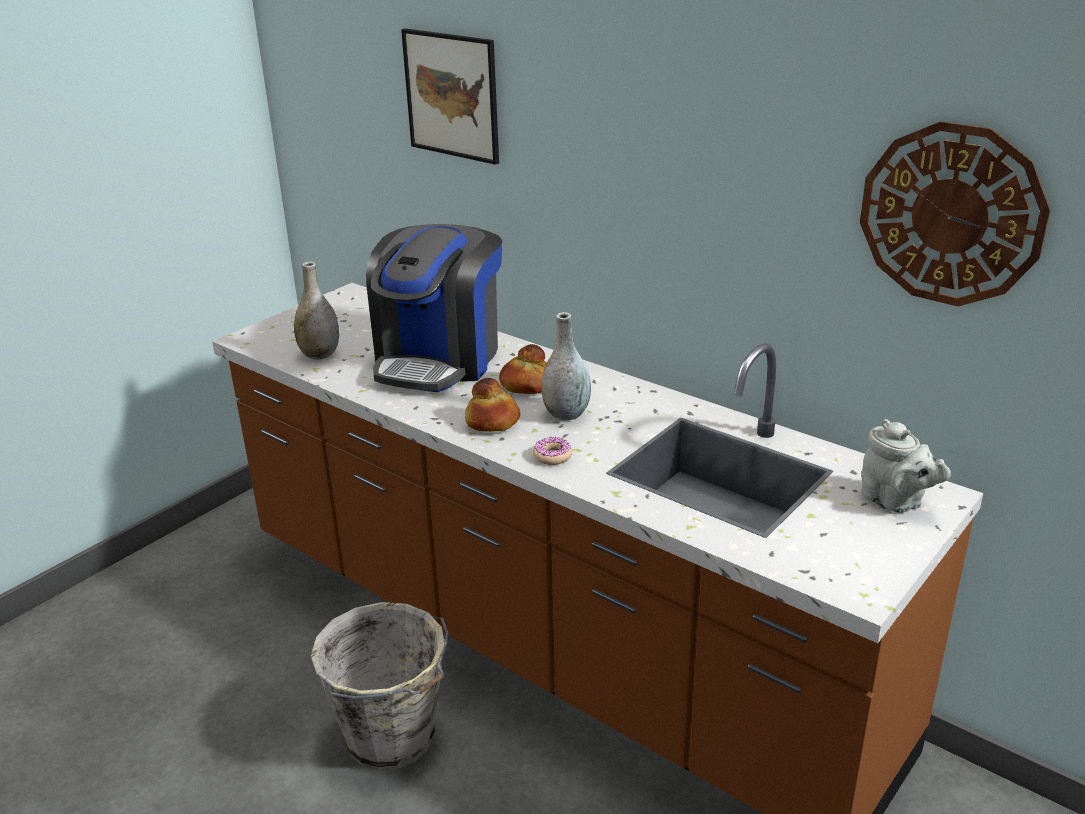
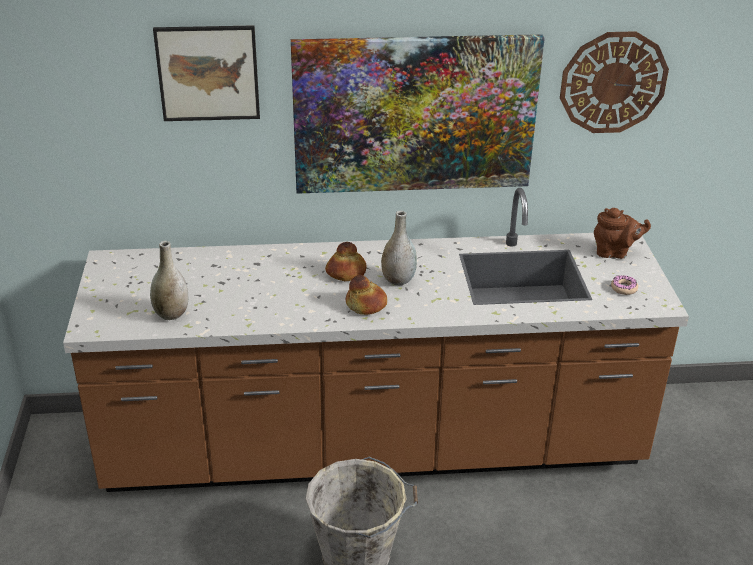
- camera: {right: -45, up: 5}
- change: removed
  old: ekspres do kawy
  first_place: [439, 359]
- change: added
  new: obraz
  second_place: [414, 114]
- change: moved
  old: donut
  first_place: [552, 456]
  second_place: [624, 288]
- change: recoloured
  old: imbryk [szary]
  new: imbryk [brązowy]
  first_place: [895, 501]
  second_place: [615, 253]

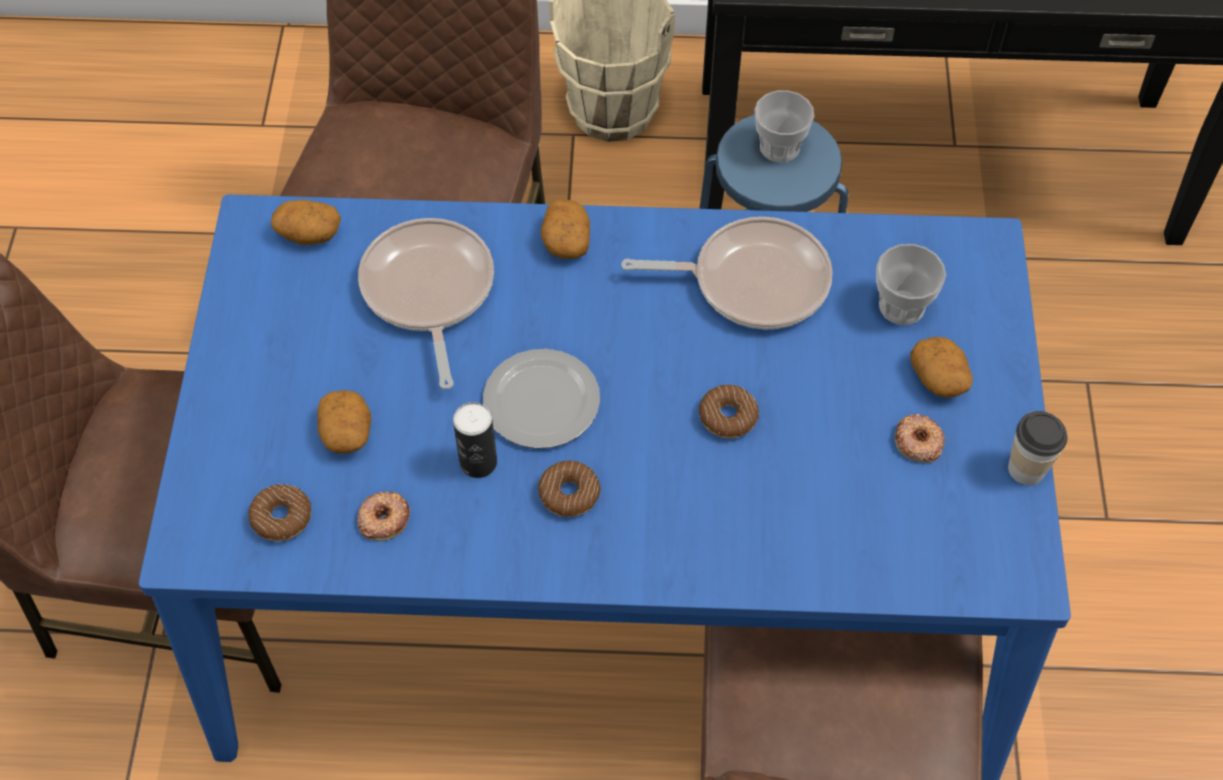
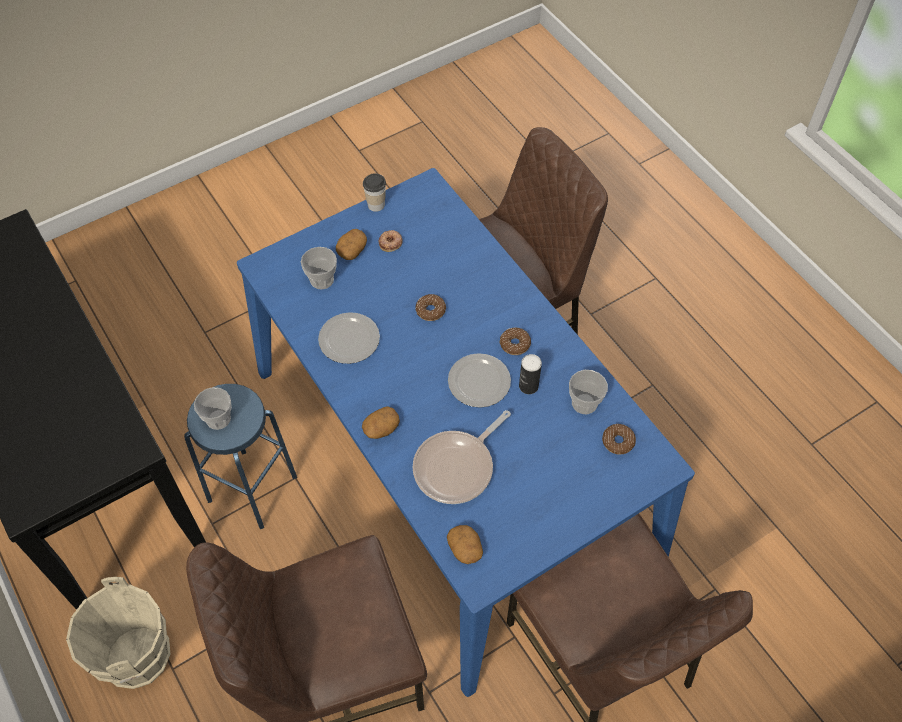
- camera: {right: -125, up: 0}
- change: removed
  old: ziemniak
  first_place: [347, 432]
- change: replaced
  old: donut
  new: filiżanka
  first_place: [383, 518]
  second_place: [584, 403]
- change: replaced
  old: patelnia
  new: talerz
  first_place: [752, 281]
  second_place: [348, 340]

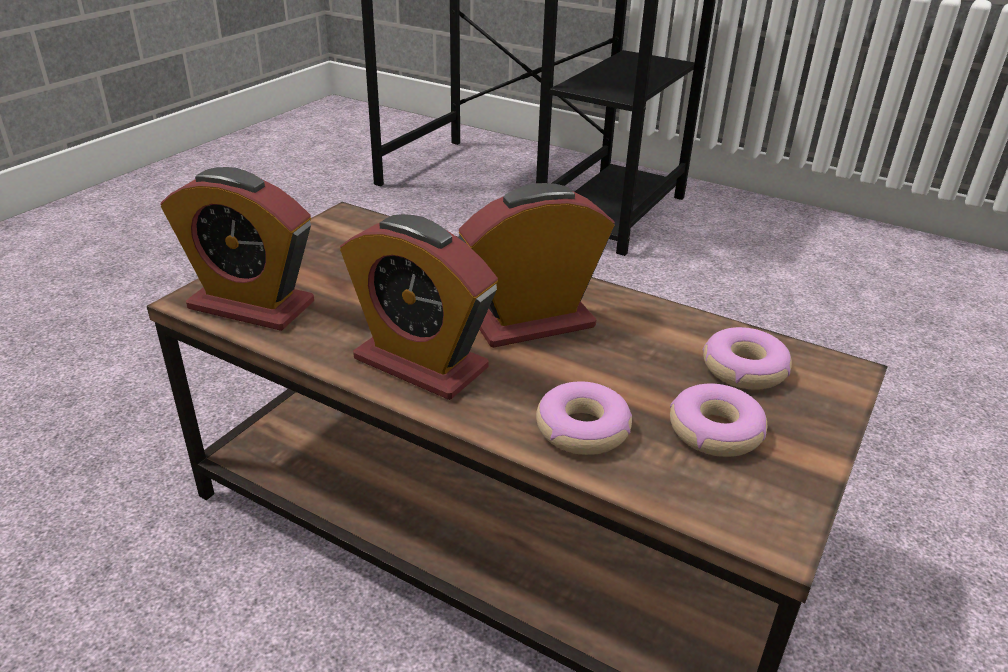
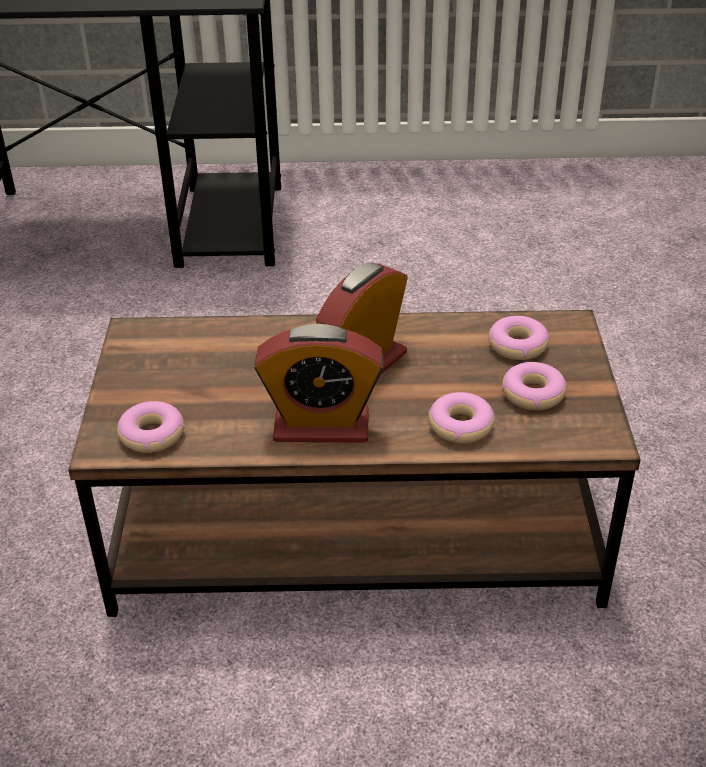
- camera: {right: -30, up: 5}
- change: replaced
  old: budzik
  new: donut
  first_place: [251, 305]
  second_place: [152, 435]

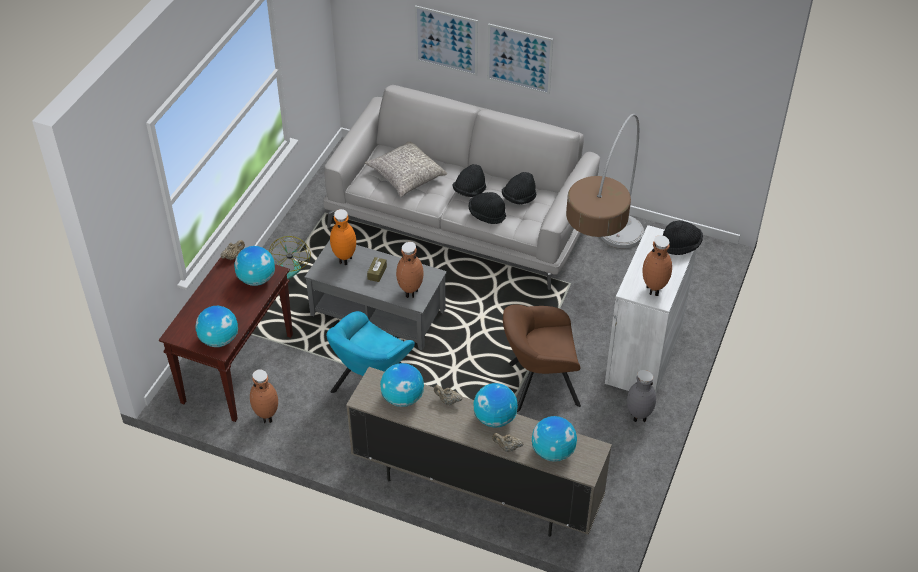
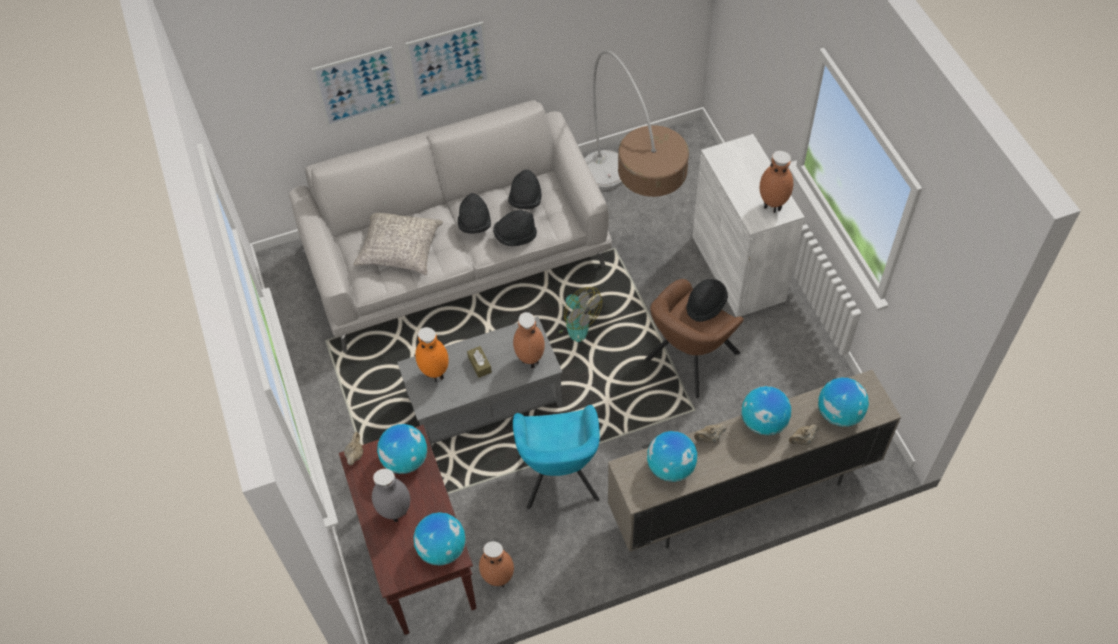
- camera: {right: -40, up: 10}
- change: moved
  old: wentylator
  first_place: [288, 266]
  second_place: [572, 322]
- change: moved
  old: wazon [szary]
  first_place: [638, 418]
  second_place: [396, 514]
- change: moved
  old: kapelusz [czarny]
  first_place: [680, 246]
  second_place: [706, 305]

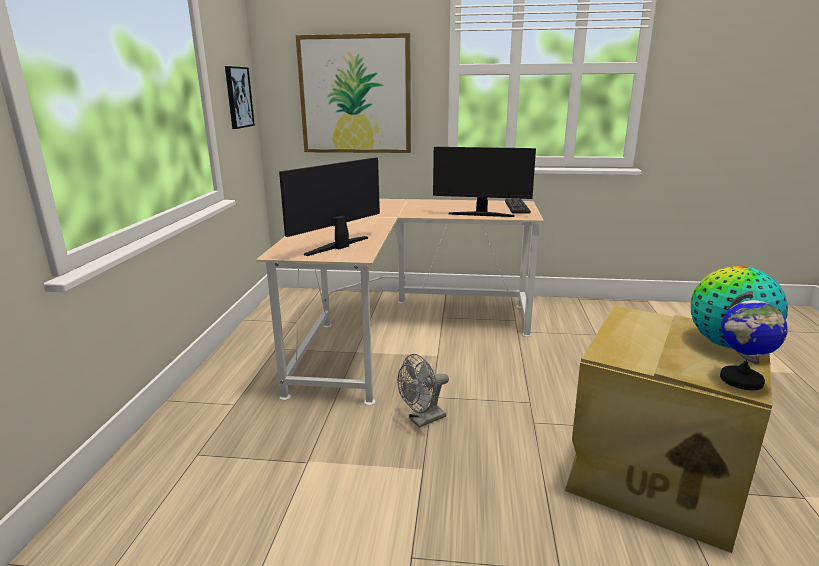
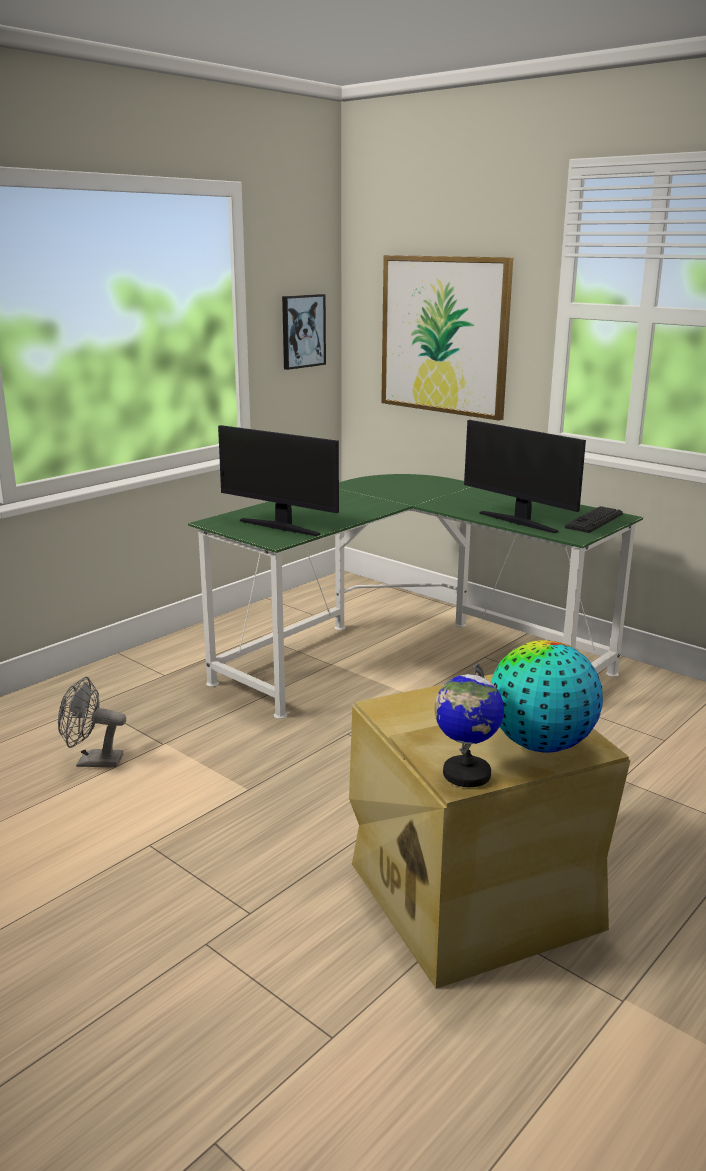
- camera: {right: 35, up: 0}
- change: moved
  old: wentylator [szary]
  first_place: [422, 420]
  second_place: [92, 762]
- change: recoloured
  old: biurko [beżowy]
  new: biurko [zielony]
  first_place: [400, 332]
  second_place: [408, 659]
- change: turned
  old: monitor
  first_place: [339, 246]
  second_place: [280, 527]
  degrees: -135

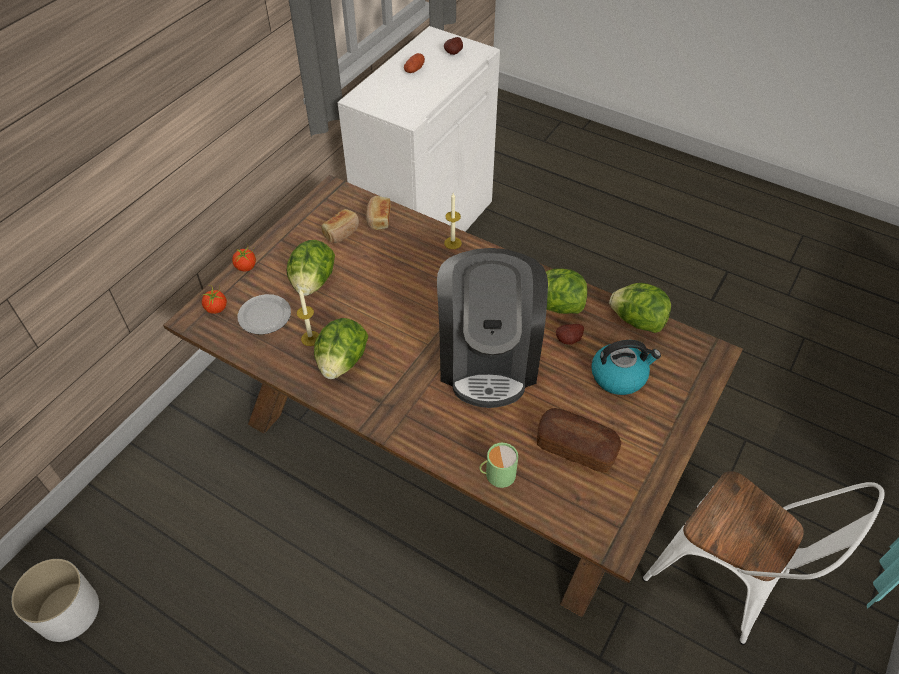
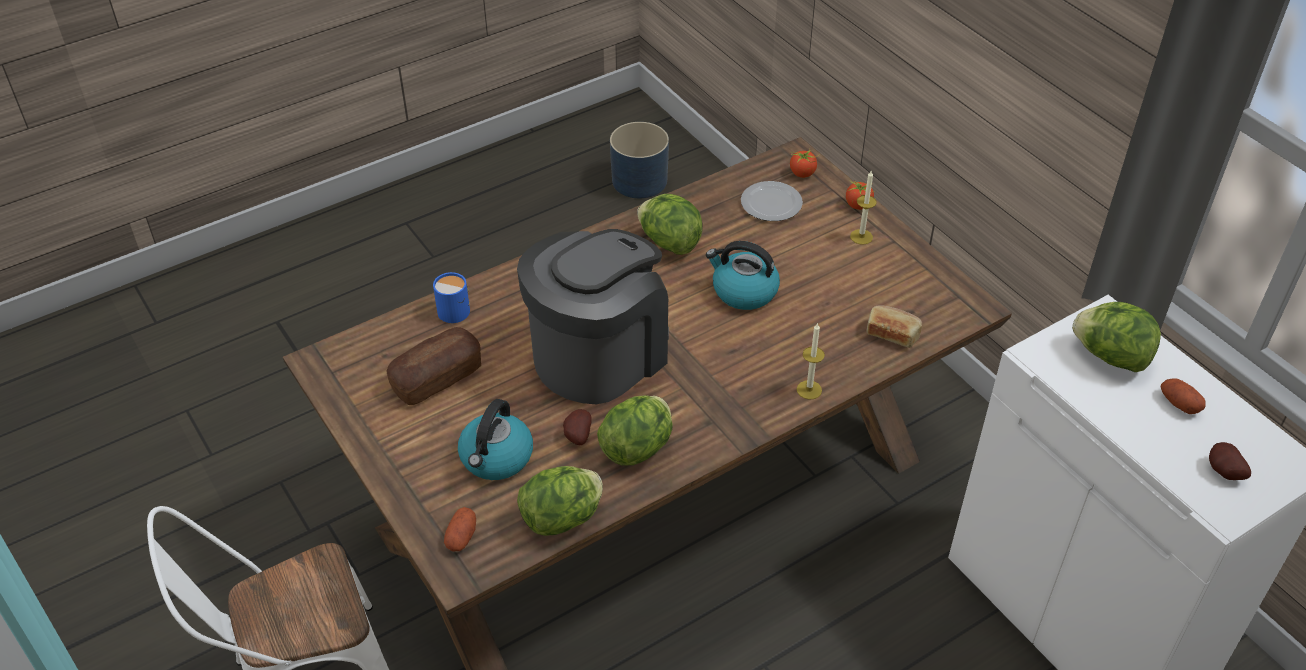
- camera: {right: 115, up: -5}
- change: removed
  old: chleb
  first_place: [342, 232]
- change: added
  new: ziemniak
  second_place: [461, 537]
- change: added
  new: czajnik
  second_place: [743, 291]
- change: moved
  old: sałata
  first_place: [313, 283]
  second_place: [1110, 356]
- change: moved
  old: świeca
  first_place: [310, 338]
  second_place: [861, 237]
- change: recoloured
  old: donica [biały]
  new: donica [niebieski]
  first_place: [68, 611]
  second_place: [640, 181]
- change: recoloured
  old: kubek [zielony]
  new: kubek [niebieski]
  first_place: [497, 474]
  second_place: [455, 309]
- change: turned
  old: ekspres do kawy
  first_place: [488, 358]
  second_place: [599, 354]
  degrees: 105

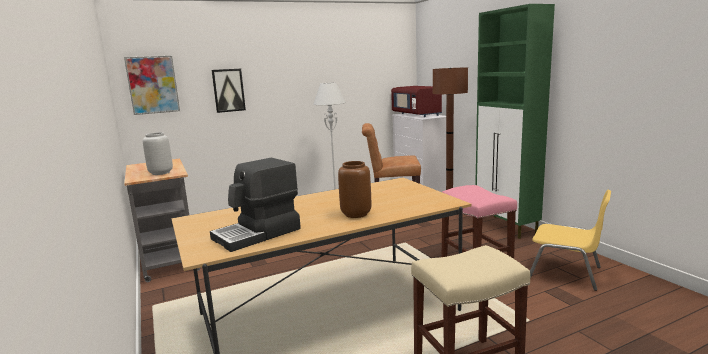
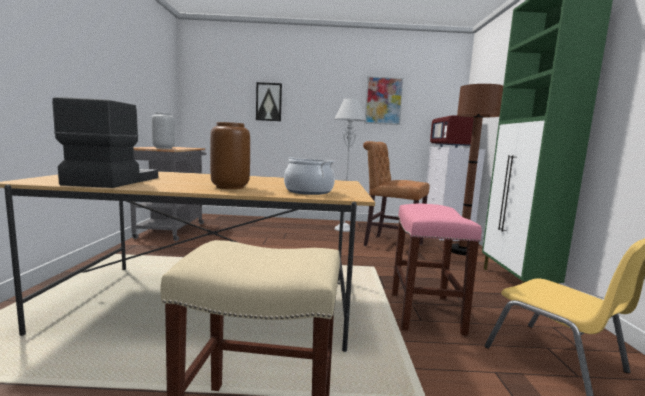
- camera: {right: 25, up: -5}
- change: added
  new: garnek
  second_place: [308, 191]
- change: moved
  old: obraz
  first_place: [153, 85]
  second_place: [383, 101]
- change: turned
  old: ekspres do kawy
  first_place: [258, 234]
  second_place: [112, 181]
  degrees: 105

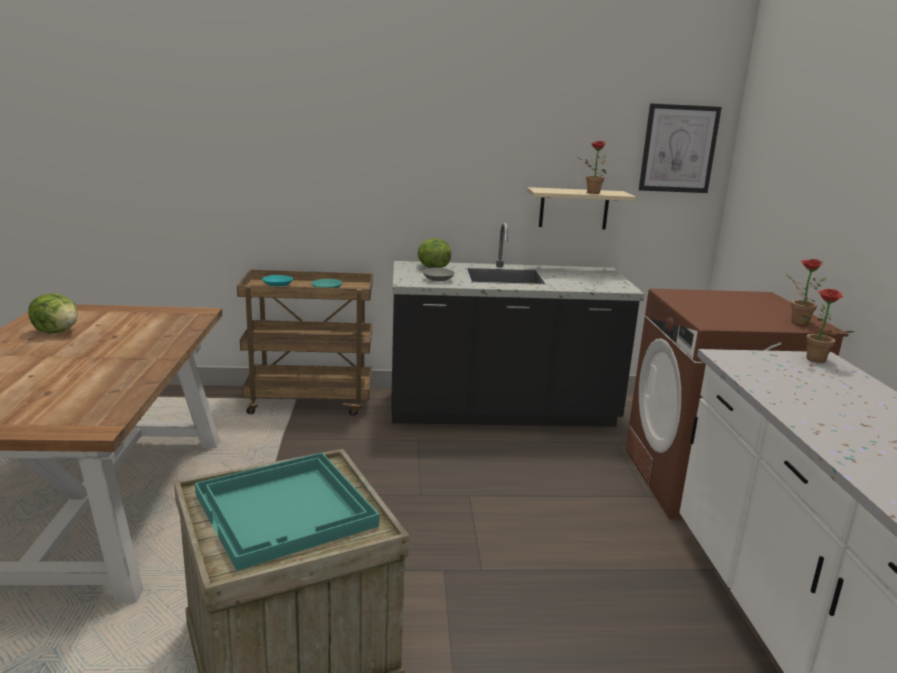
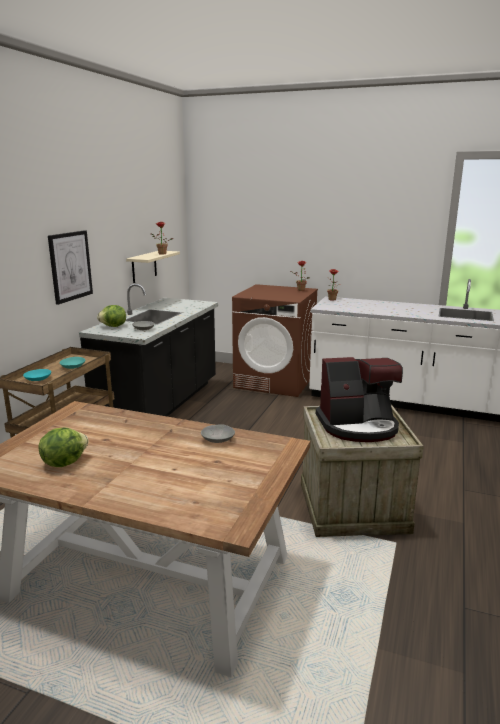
- camera: {right: -65, up: 0}
- change: added
  new: miska [szary]
  second_place: [218, 439]
- change: moved
  old: obraz
  first_place: [678, 149]
  second_place: [70, 266]
- change: replaced
  old: taca [turkusowy]
  new: ekspres do kawy
  first_place: [287, 510]
  second_place: [358, 426]

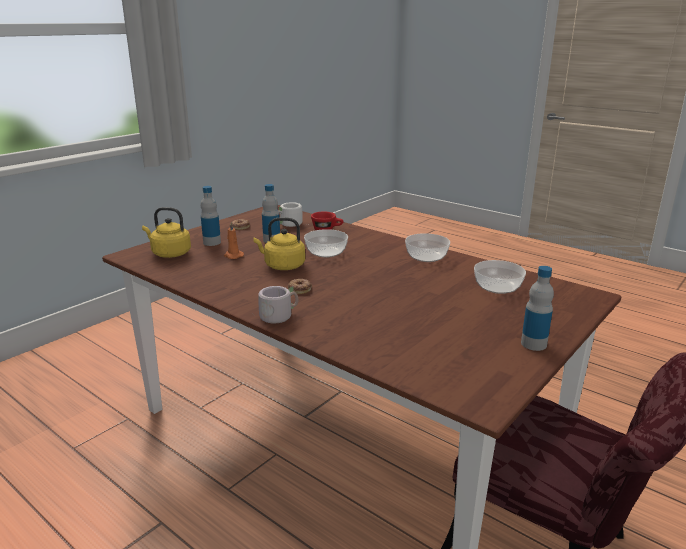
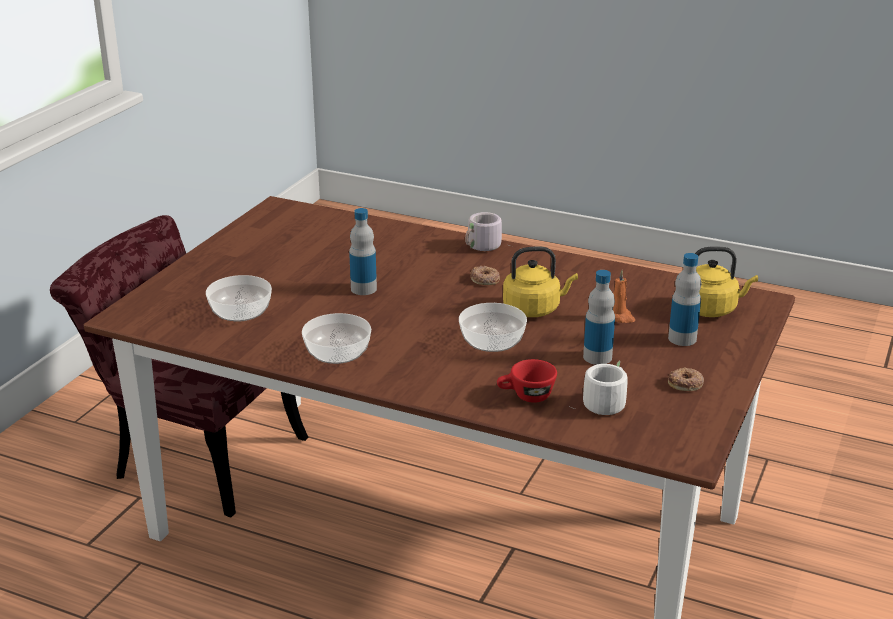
- camera: {right: 165, up: 5}
- change: moved
  old: butelka
  first_place: [533, 344]
  second_place: [363, 289]

